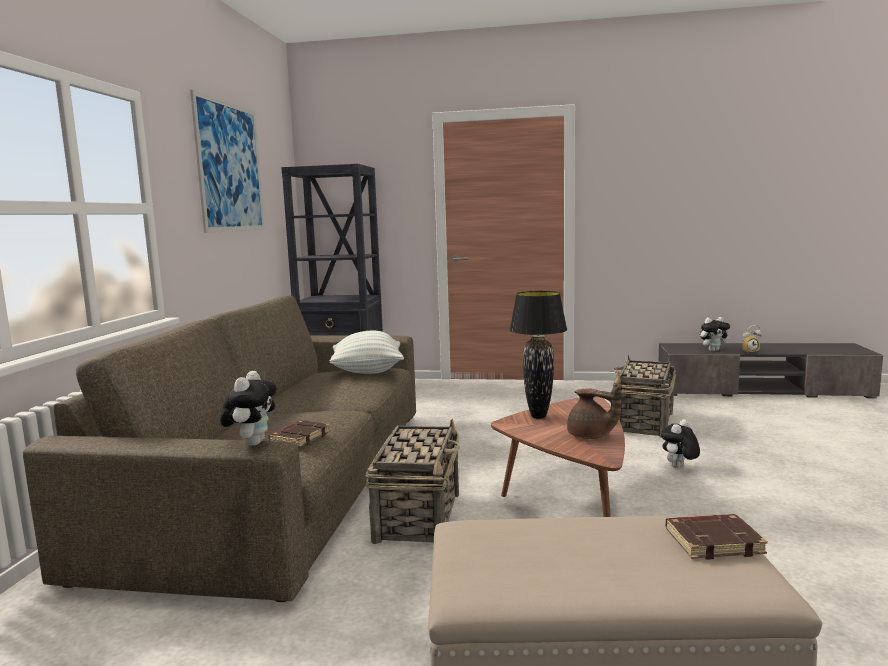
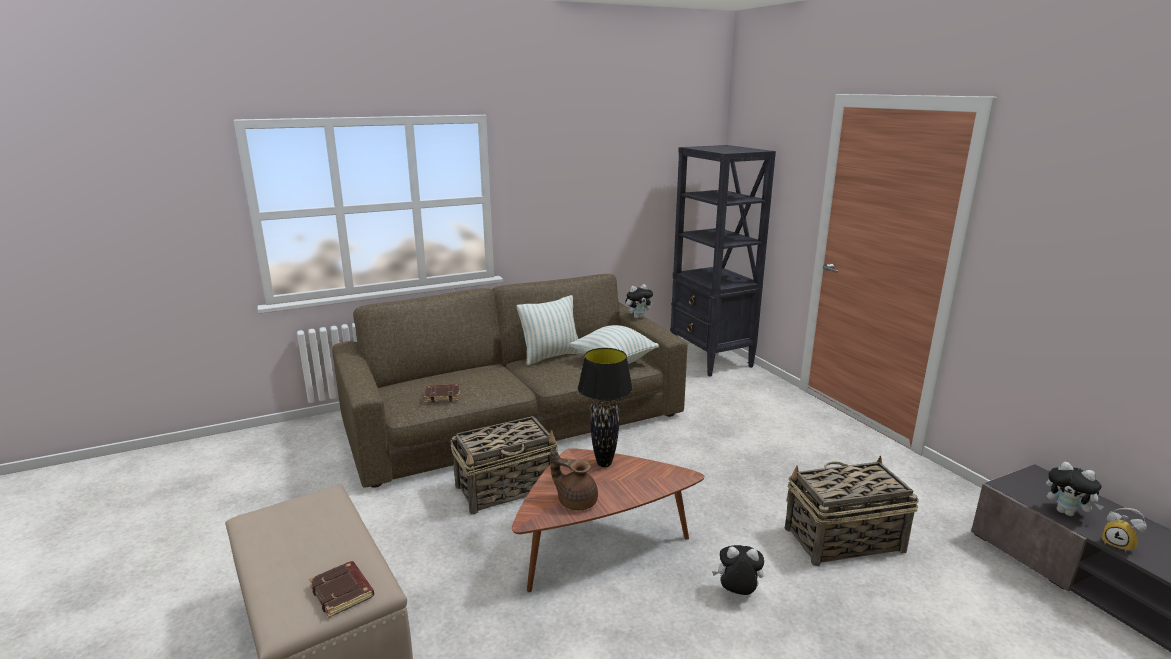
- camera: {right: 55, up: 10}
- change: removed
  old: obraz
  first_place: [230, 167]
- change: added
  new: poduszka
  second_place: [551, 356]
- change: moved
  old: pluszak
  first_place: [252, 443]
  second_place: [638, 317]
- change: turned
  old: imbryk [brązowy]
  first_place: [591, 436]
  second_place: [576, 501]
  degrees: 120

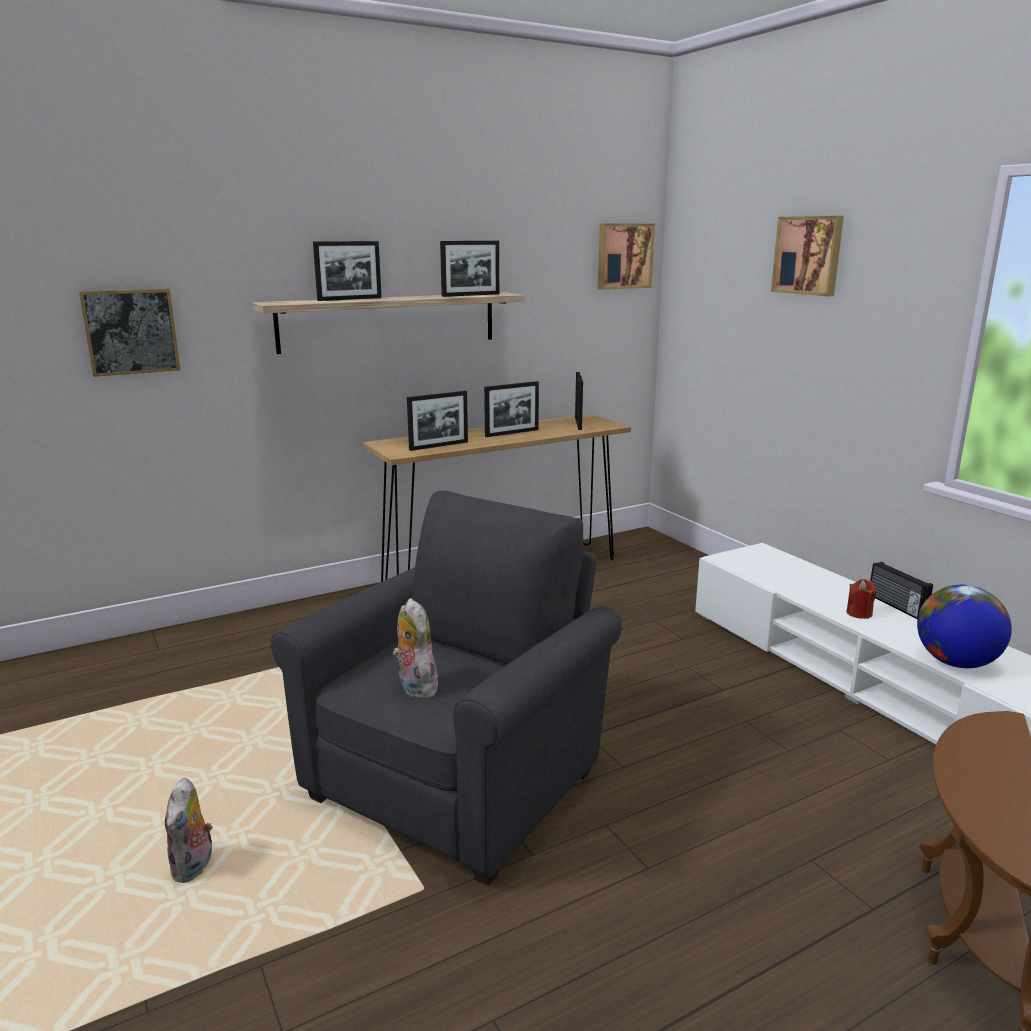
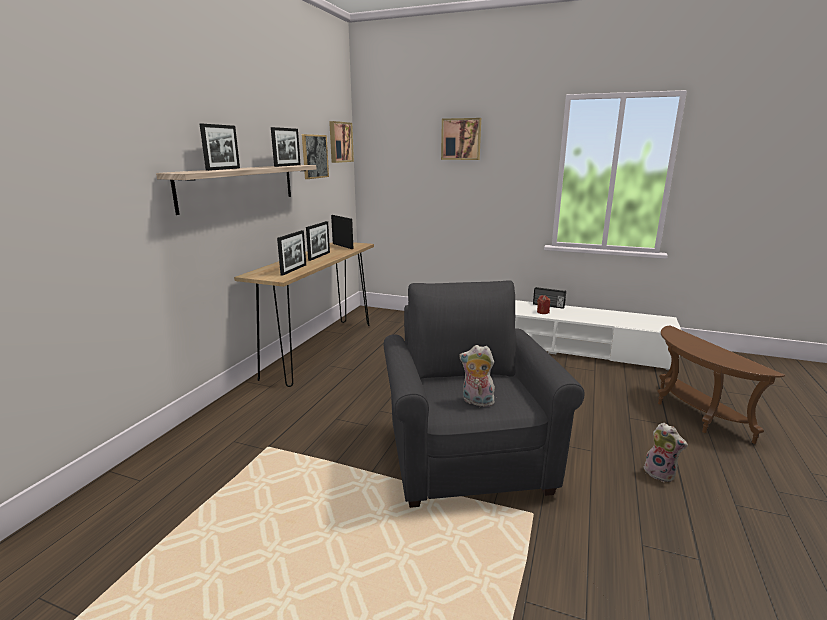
- camera: {right: -40, up: 0}
- change: removed
  old: globus
  first_place: [956, 663]
- change: moved
  old: obraz
  first_place: [131, 332]
  second_place: [314, 156]
- change: moved
  old: pluszak
  first_place: [194, 868]
  second_place: [660, 473]

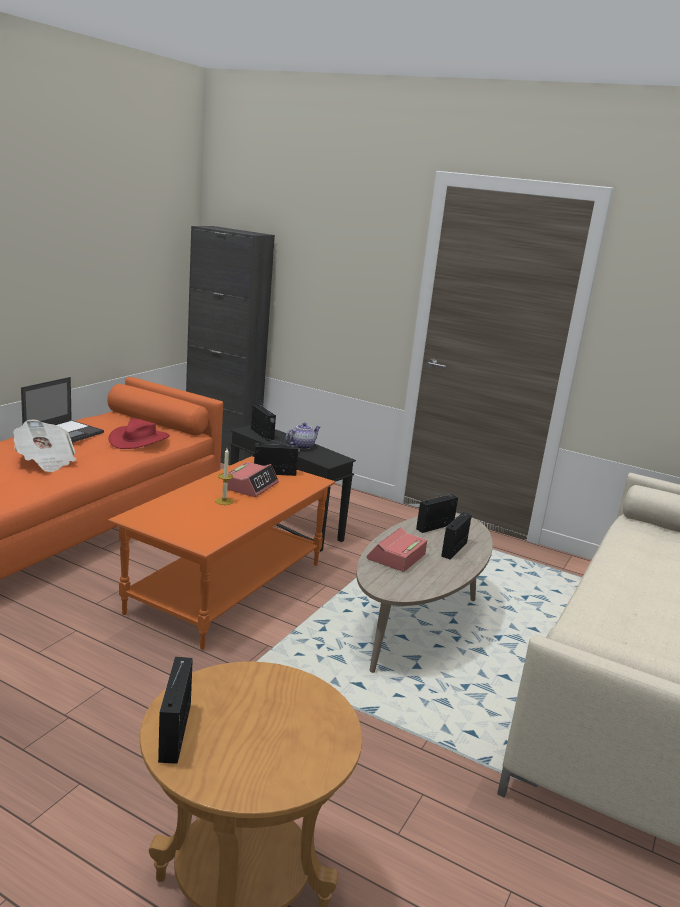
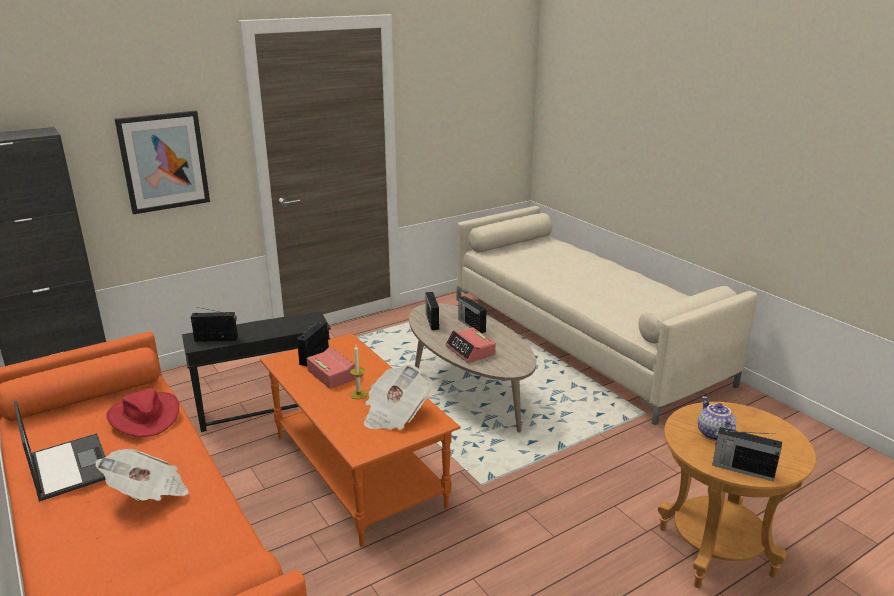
- camera: {right: -60, up: 5}
- change: added
  new: obraz
  second_place: [164, 161]
- change: added
  new: gazeta
  second_place: [394, 414]
- change: moved
  old: imbryk
  first_place: [302, 446]
  second_place: [713, 434]

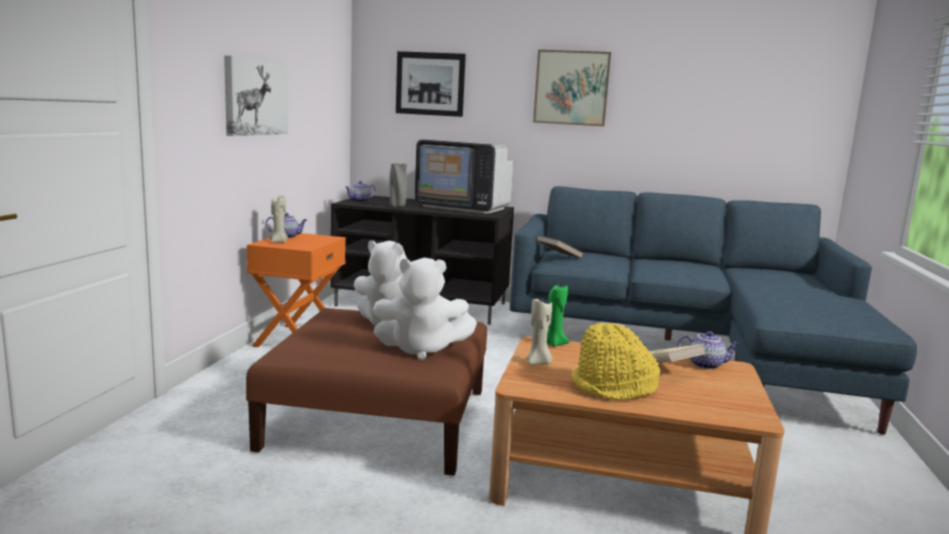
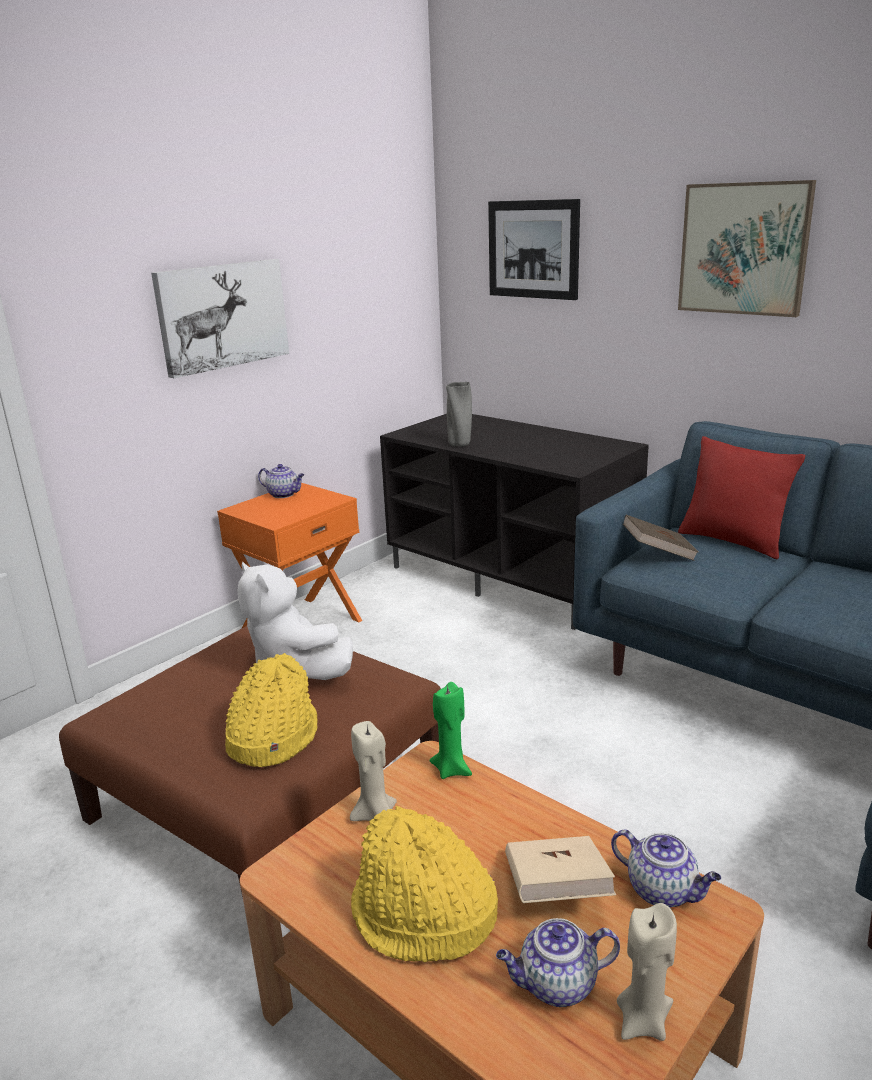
- camera: {right: 30, up: 10}
- change: removed
  old: telewizor
  first_place: [463, 207]
- change: added
  new: poduszka [czerwony]
  second_place: [732, 541]
- change: moved
  old: świeca [beżowy]
  first_place: [278, 241]
  second_place: [643, 1021]
- change: moved
  old: imbryk
  first_place: [360, 201]
  second_place: [556, 985]
- change: replaced
  old: pluszak [biały]
  new: kapelusz [żółty]
  first_place: [421, 349]
  second_place: [272, 737]

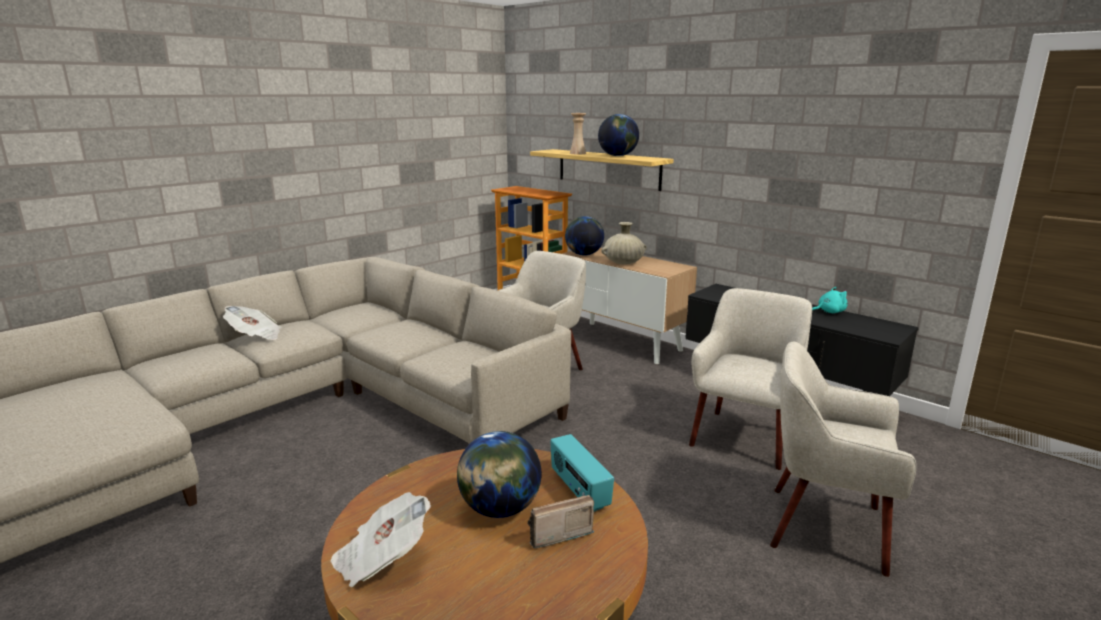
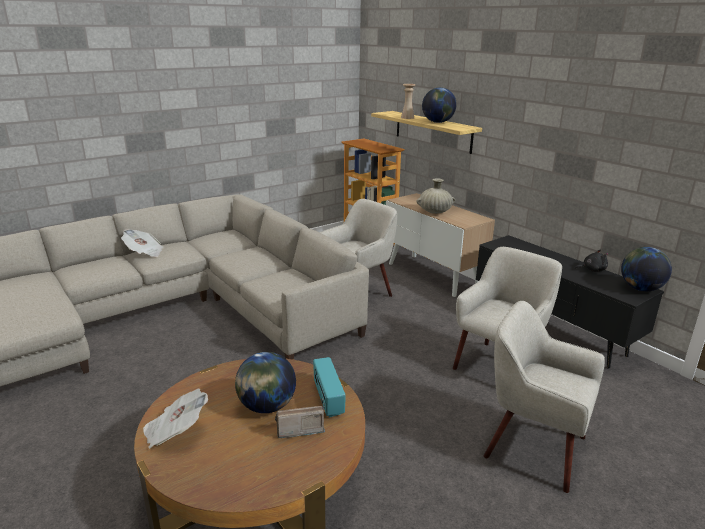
- camera: {right: 10, up: 5}
- change: moved
  old: globus
  first_place: [584, 254]
  second_place: [640, 288]
- change: recoloured
  old: pluszak [turkusowy]
  new: pluszak [czarny]
  first_place: [829, 312]
  second_place: [592, 270]

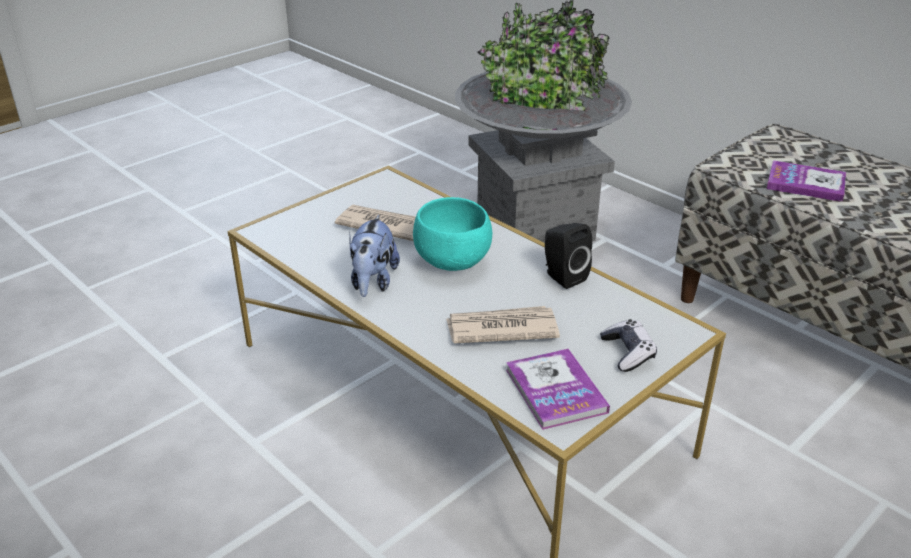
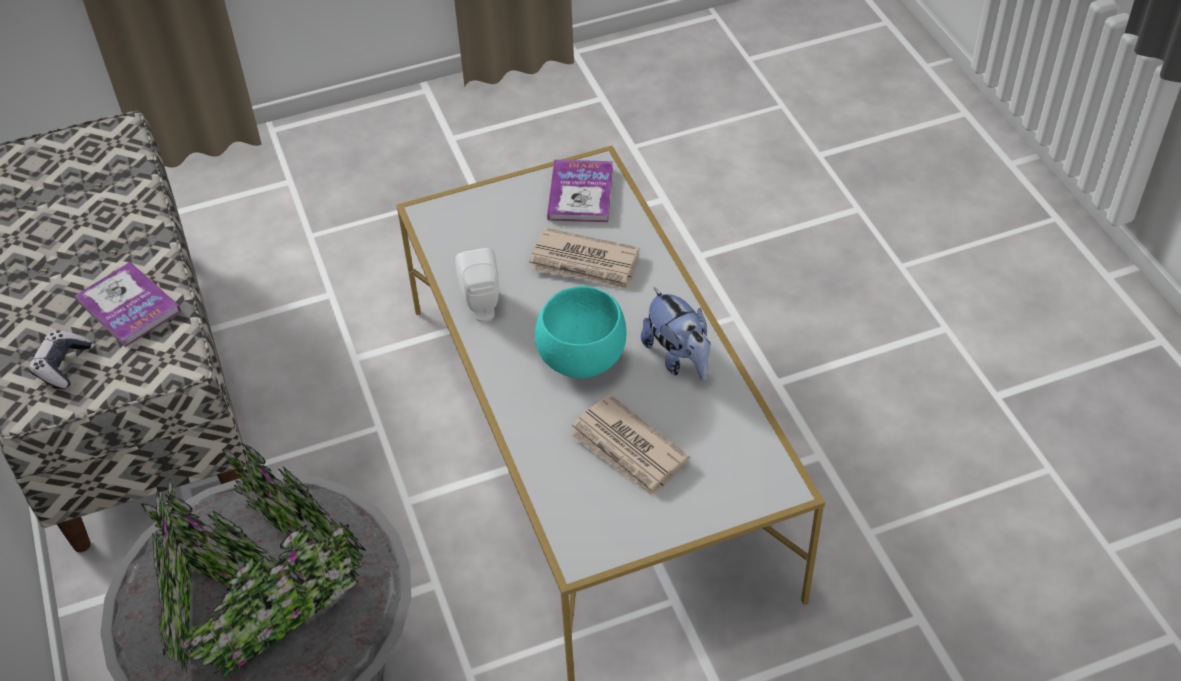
- camera: {right: -155, up: 15}
- change: moved
  old: pad do gier
  first_place: [628, 353]
  second_place: [62, 365]
- change: recoloured
  old: głośnik [czarny]
  new: głośnik [biały]
  first_place: [562, 277]
  second_place: [482, 307]
- change: turned
  old: pluszak
  first_place: [373, 282]
  second_place: [678, 358]
  degrees: 120

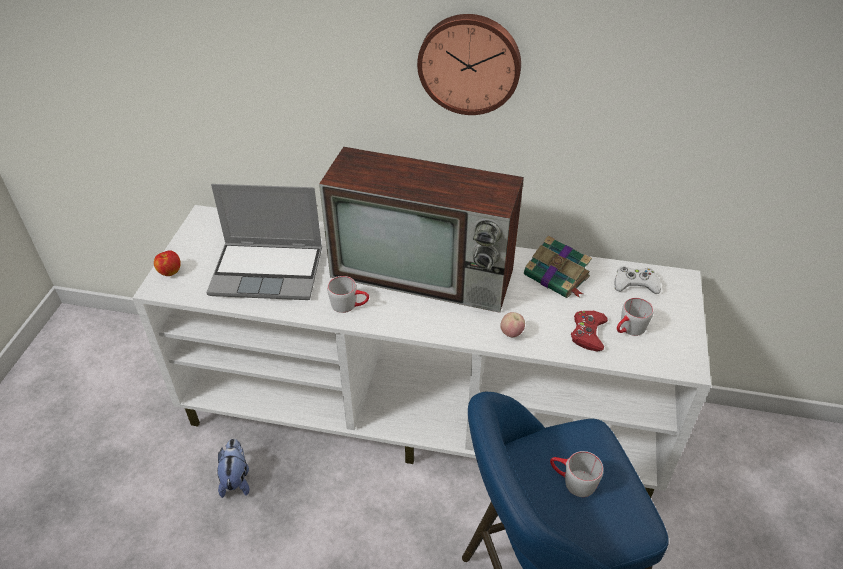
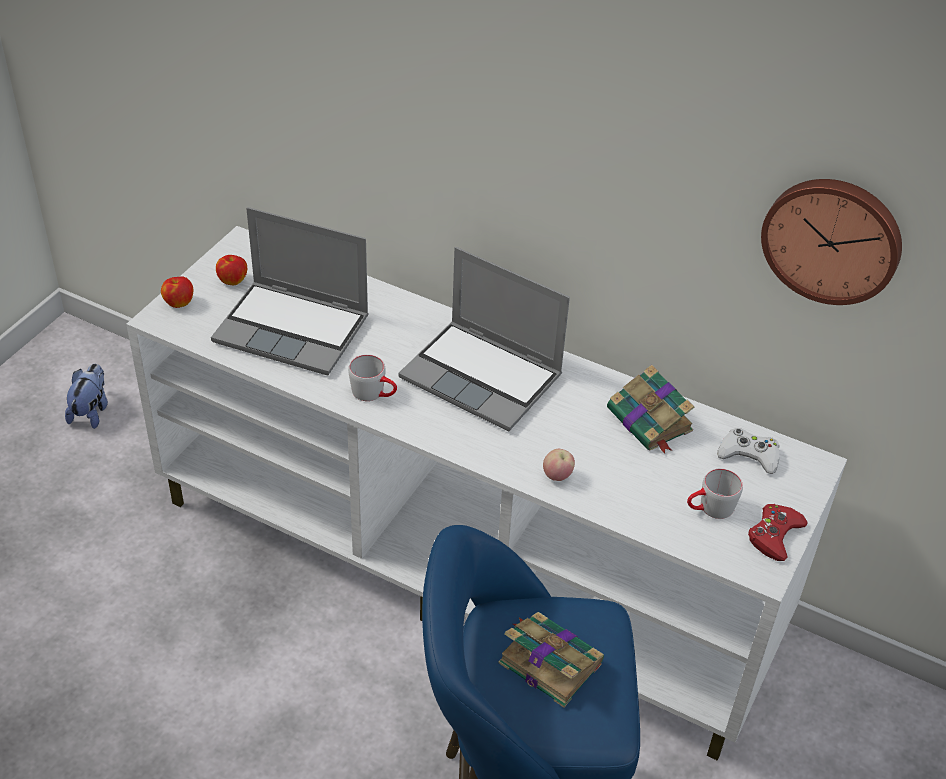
- camera: {right: 15, up: 0}
- change: added
  new: jabłko
  second_place: [233, 280]
- change: moved
  old: pluszak
  first_place: [236, 479]
  second_place: [91, 411]
- change: moved
  old: zegar ścienny
  first_place: [469, 63]
  second_place: [832, 238]
- change: moved
  old: pad do gier [czerwony]
  first_place: [588, 333]
  second_place: [774, 535]
- change: replaced
  old: telewizor
  new: laptop
  first_place: [425, 273]
  second_place: [483, 377]
- change: replaced
  old: kubek [szary]
  new: książka
  first_place: [572, 481]
  second_place: [548, 661]

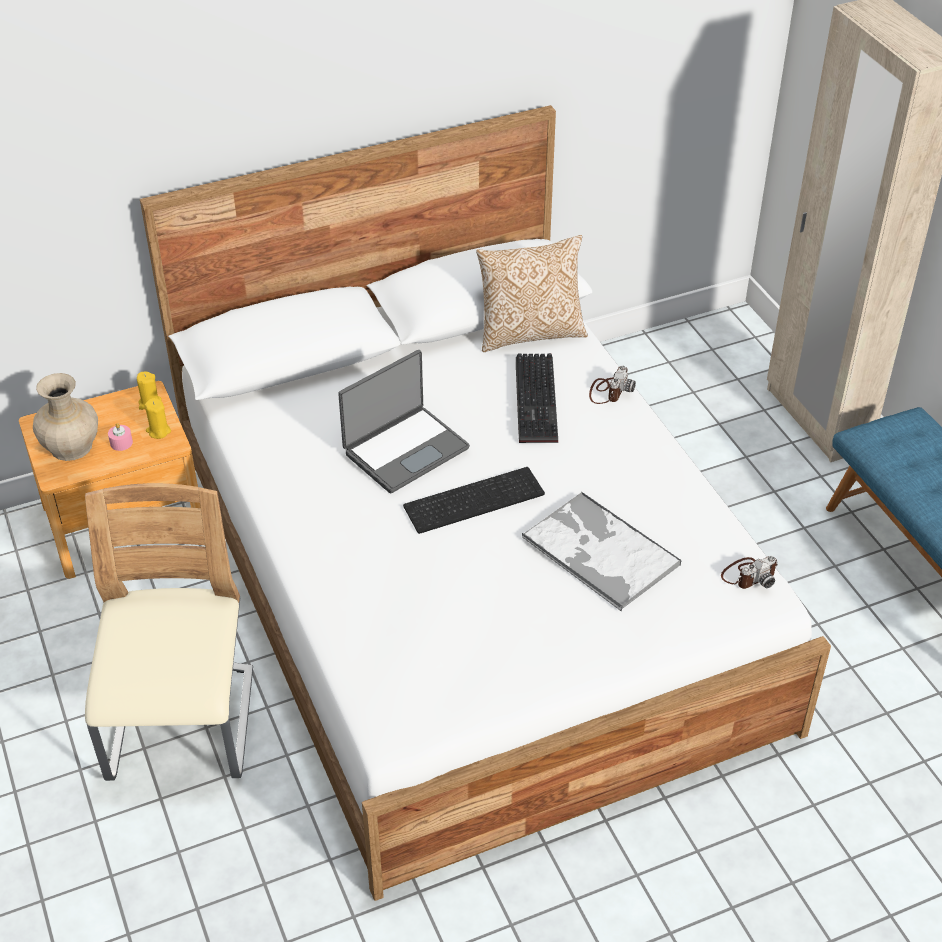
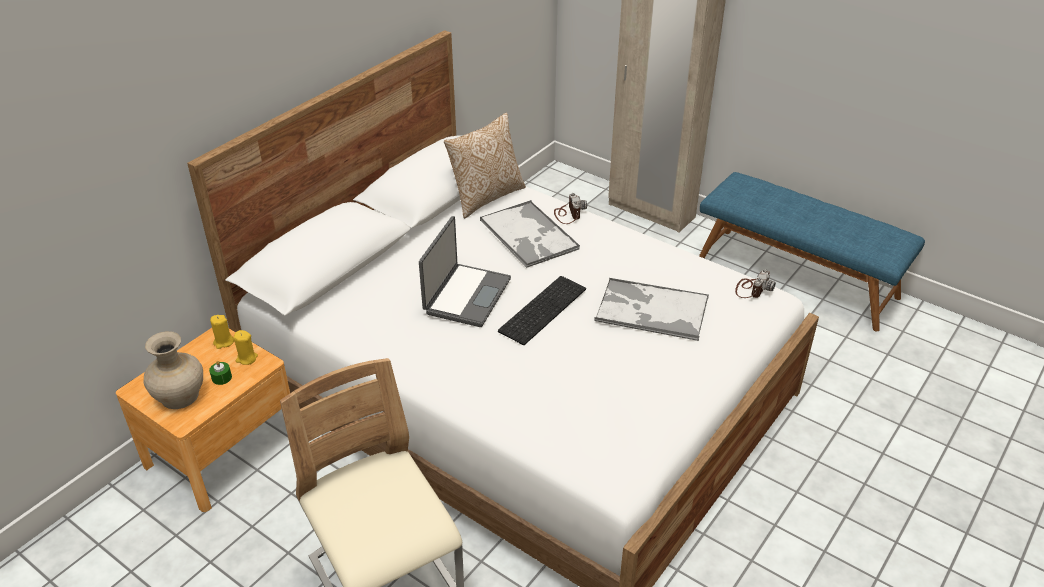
- camera: {right: -30, up: -5}
- change: replaced
  old: klawiatura
  new: taca
  first_place: [538, 401]
  second_place: [529, 235]
- change: recoloured
  old: świeca [różowy]
  new: świeca [zielony]
  first_place: [121, 443]
  second_place: [221, 378]

